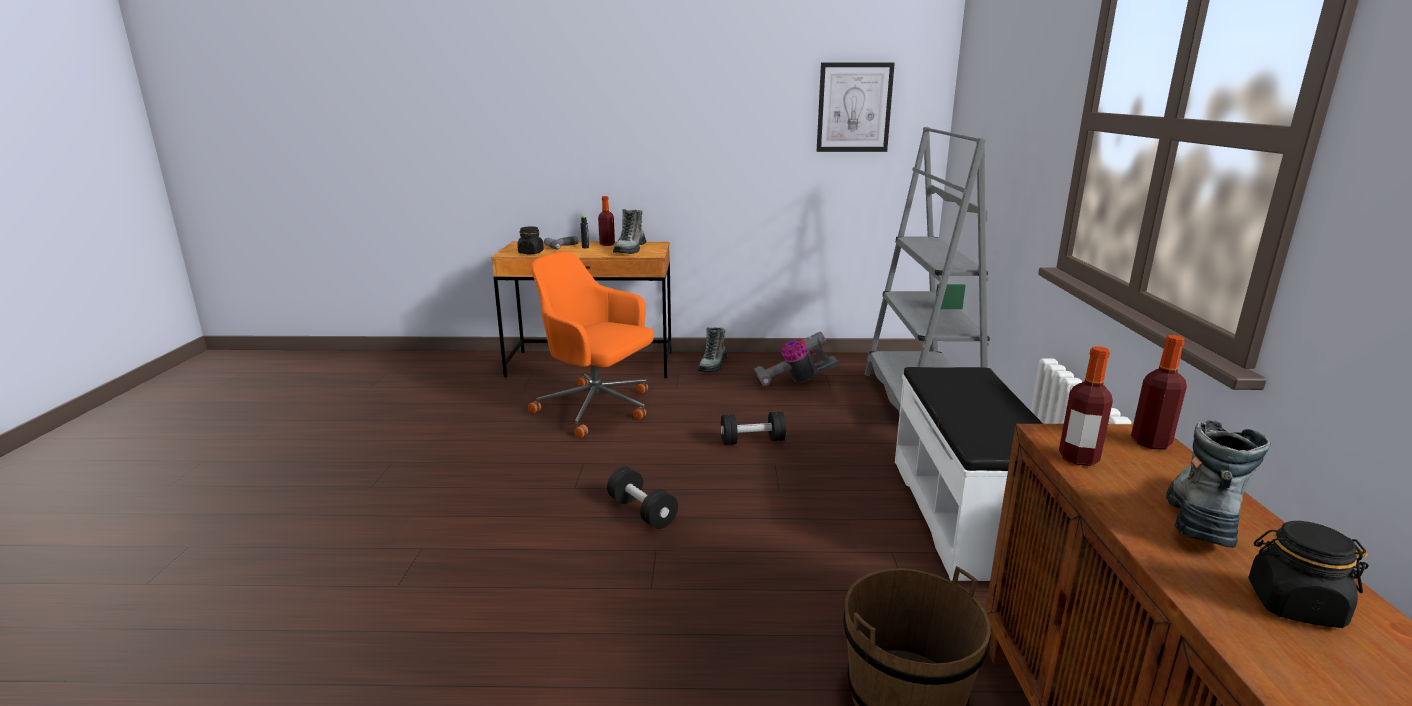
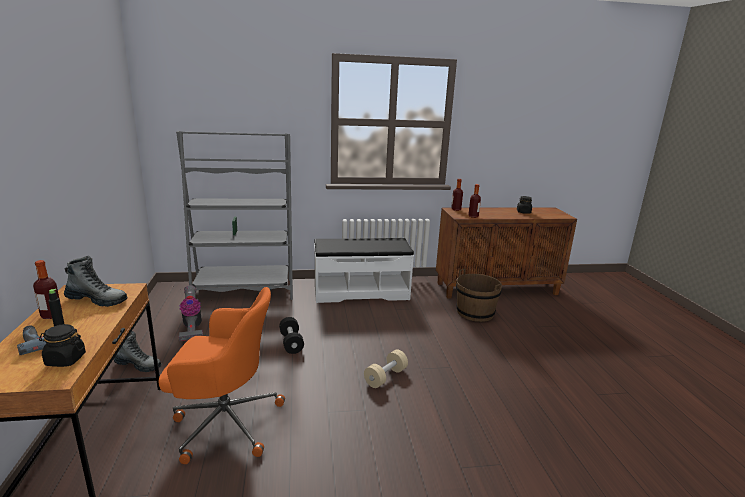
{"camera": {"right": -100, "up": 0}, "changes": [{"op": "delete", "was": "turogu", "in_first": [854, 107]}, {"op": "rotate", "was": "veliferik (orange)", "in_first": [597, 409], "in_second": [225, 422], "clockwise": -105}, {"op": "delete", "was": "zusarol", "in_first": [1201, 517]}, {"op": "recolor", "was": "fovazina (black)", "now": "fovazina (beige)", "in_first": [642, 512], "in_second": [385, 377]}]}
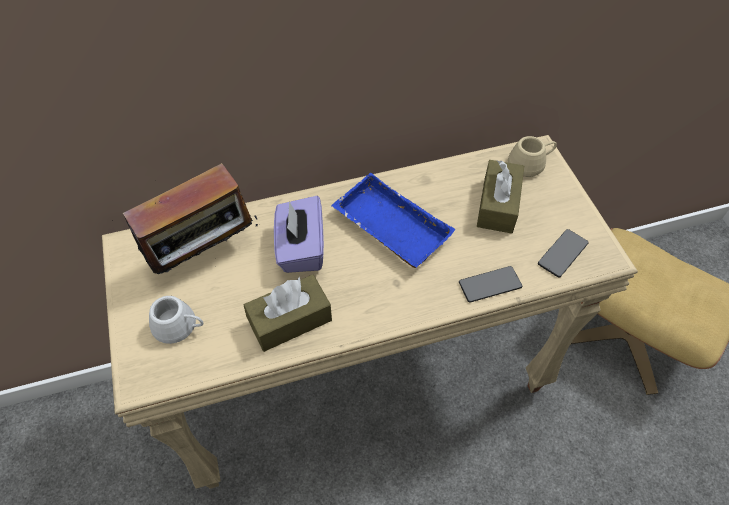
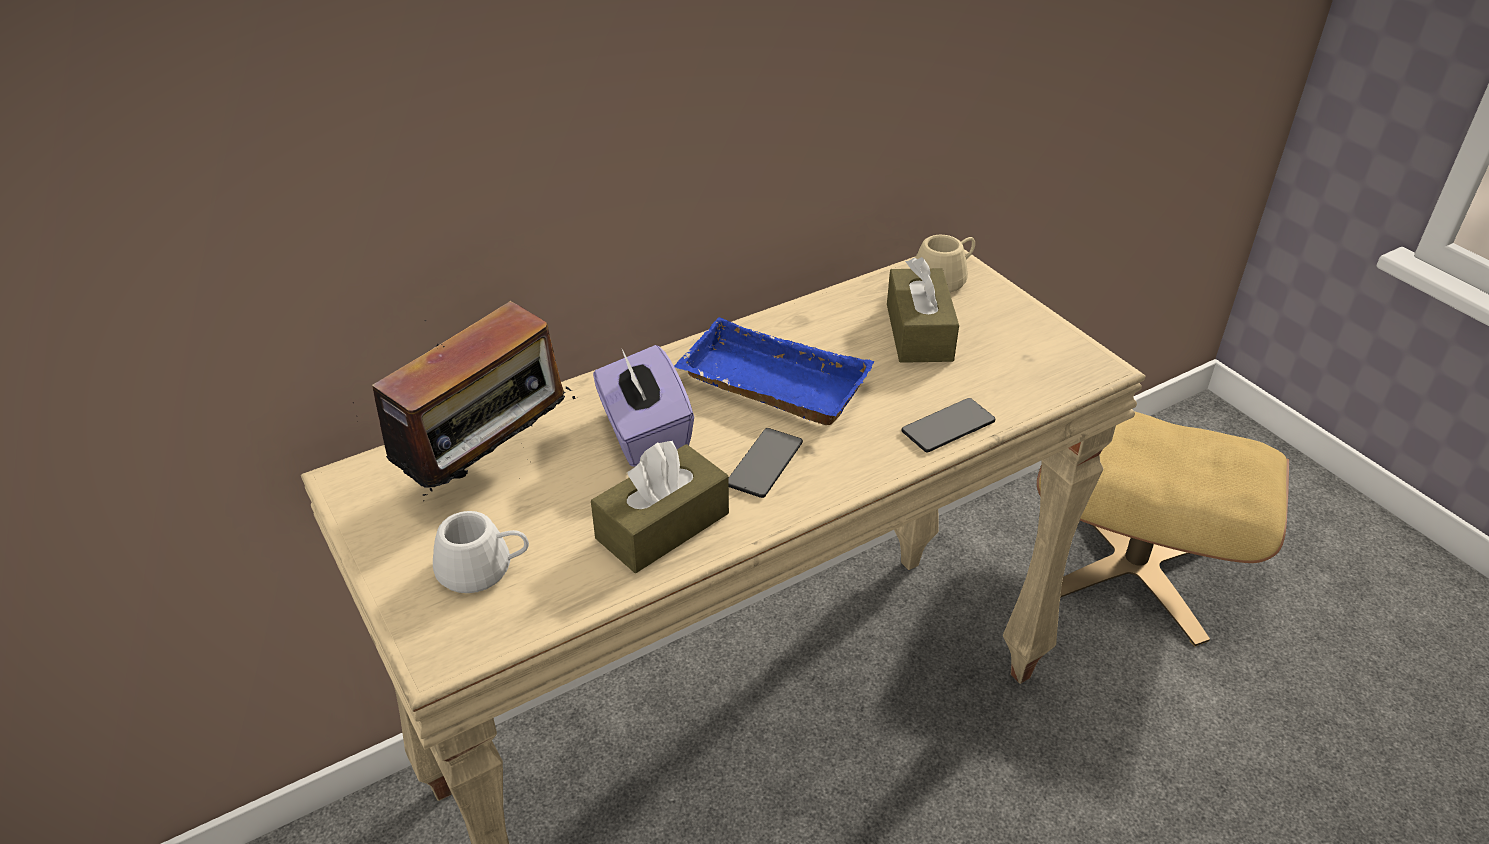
{"camera": {"right": -15, "up": -15}, "changes": [{"op": "move", "was": "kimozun", "in_first": [562, 253], "in_second": [764, 464]}]}
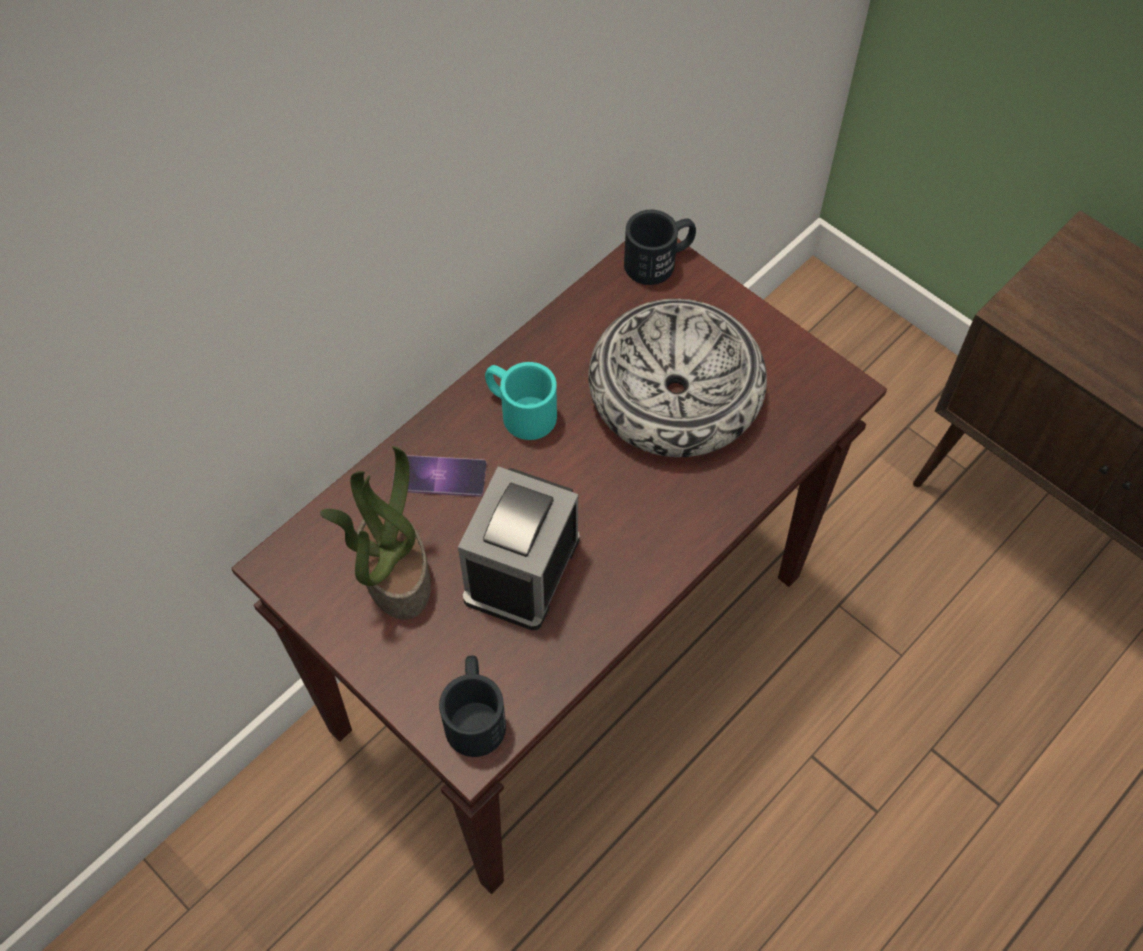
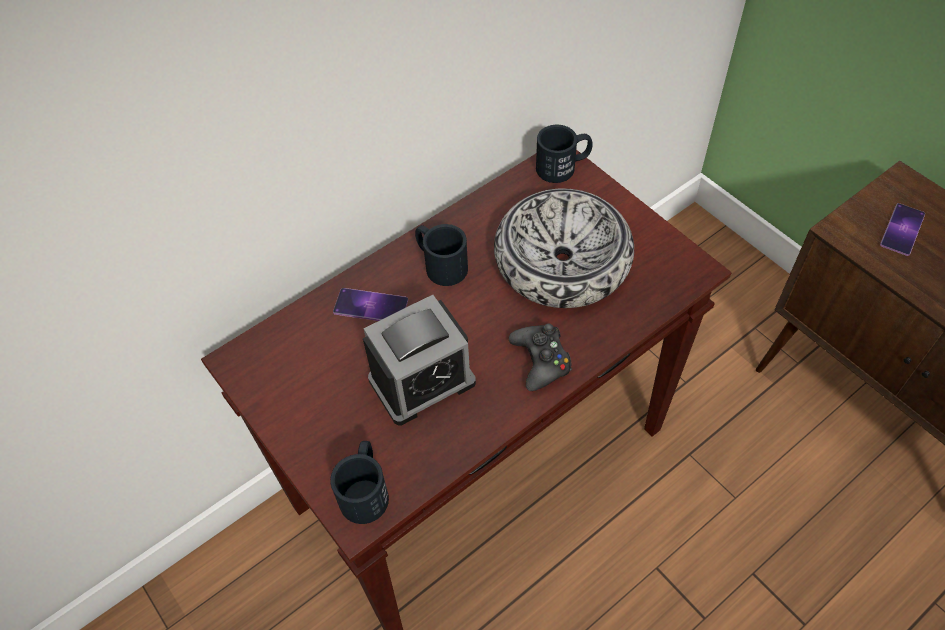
{"camera": {"right": 10, "up": -5}, "changes": [{"op": "recolor", "was": "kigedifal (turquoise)", "now": "kigedifal (black)", "in_first": [519, 410], "in_second": [440, 264]}, {"op": "delete", "was": "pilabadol", "in_first": [394, 574]}, {"op": "rotate", "was": "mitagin", "in_first": [522, 569], "in_second": [422, 381], "clockwise": -150}, {"op": "insert", "now": "kimozun", "in_second": [902, 229]}, {"op": "insert", "now": "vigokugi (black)", "in_second": [541, 360]}]}
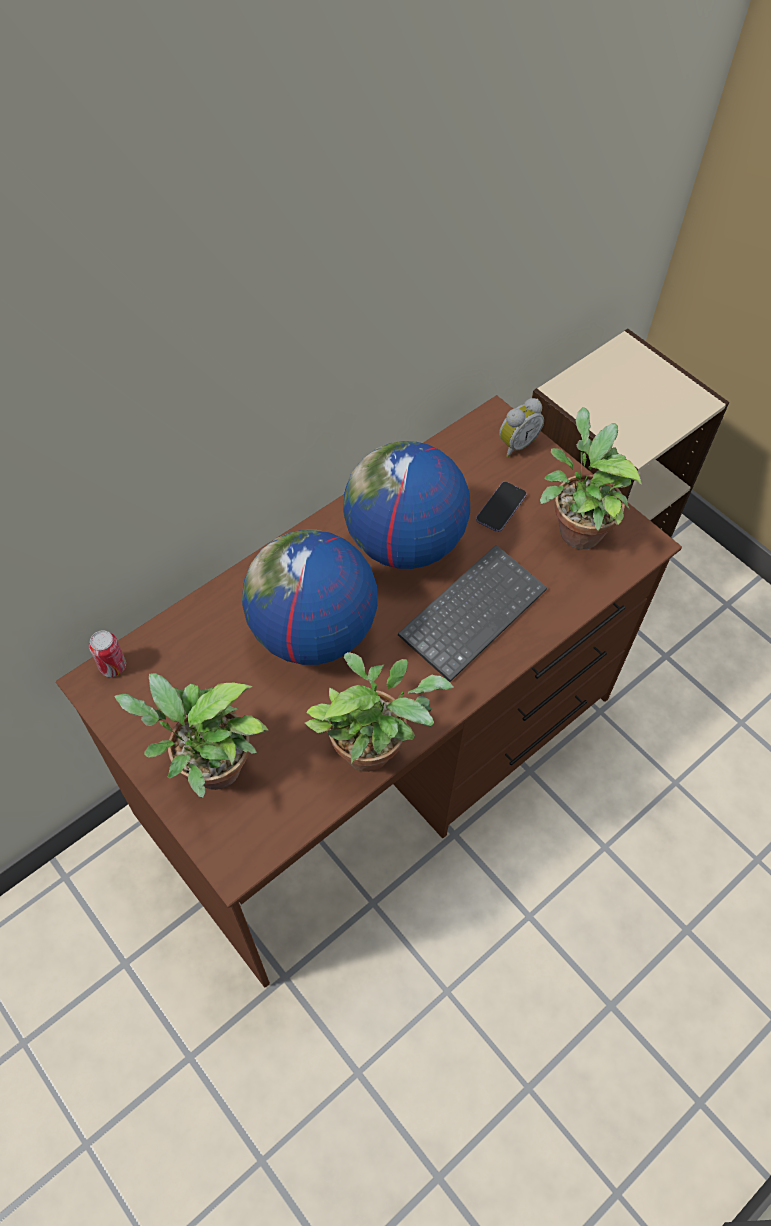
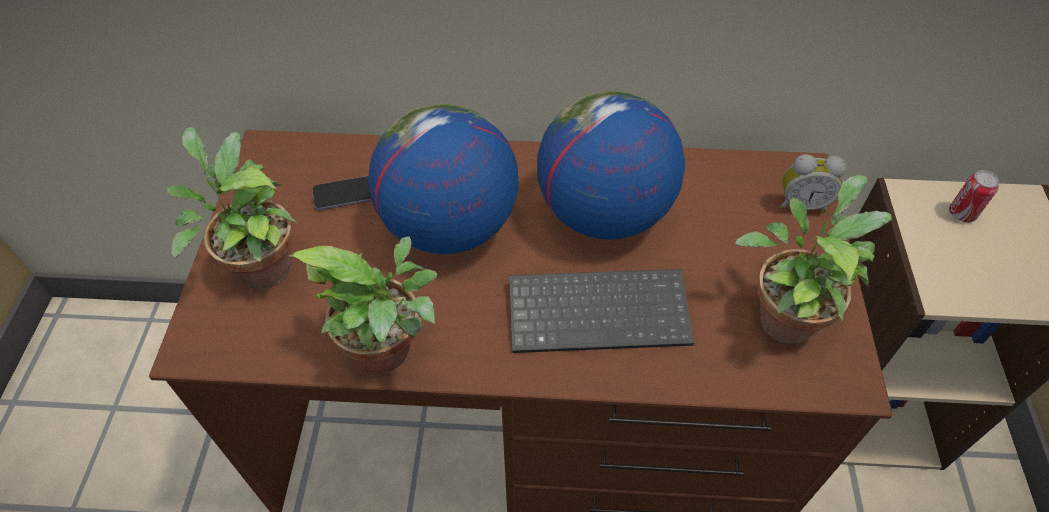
{"camera": {"right": 45, "up": -5}, "changes": [{"op": "move", "was": "kimozun", "in_first": [501, 508], "in_second": [348, 194]}, {"op": "move", "was": "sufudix", "in_first": [113, 666], "in_second": [961, 214]}]}
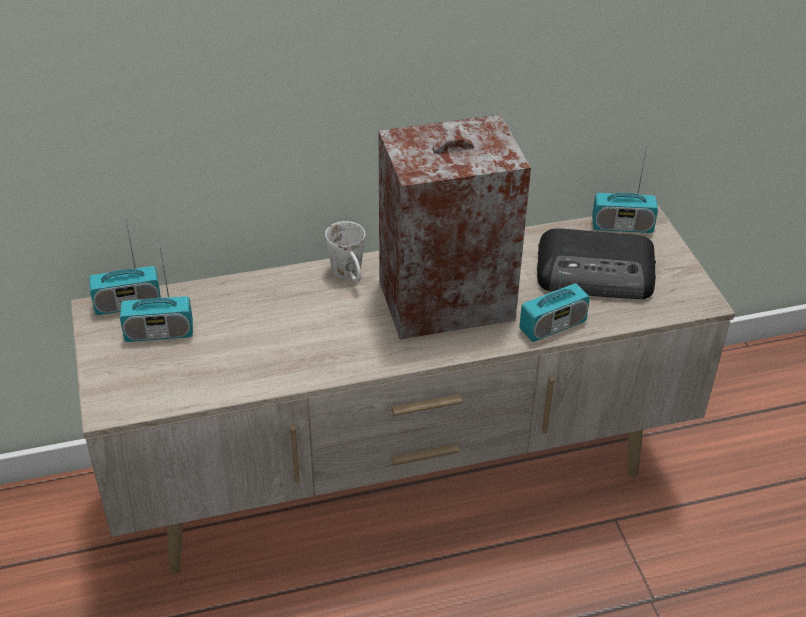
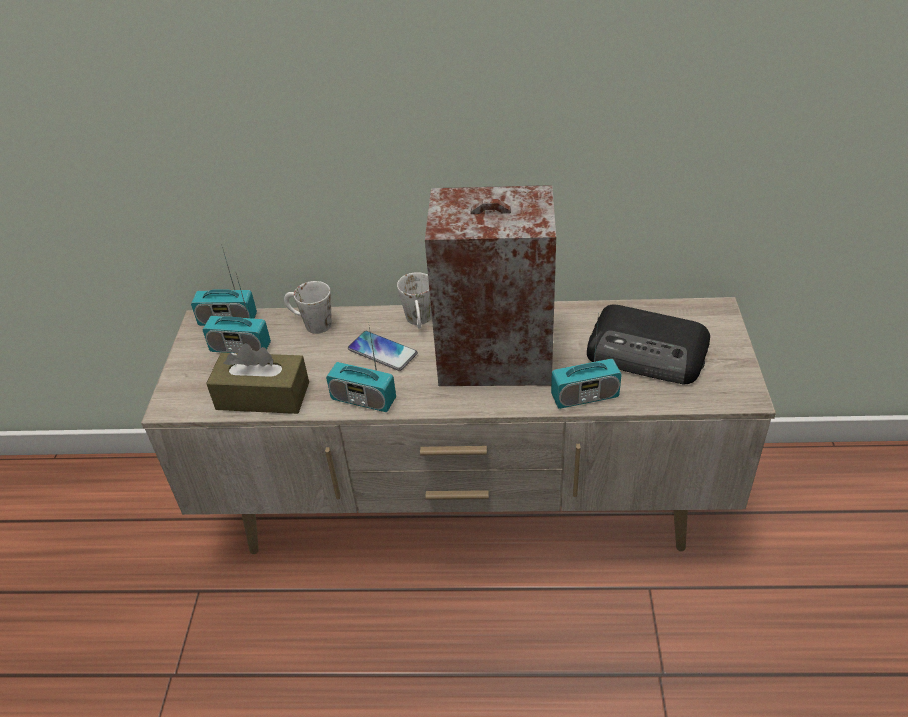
{"camera": {"right": 20, "up": 0}, "changes": [{"op": "move", "was": "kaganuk", "in_first": [622, 226], "in_second": [363, 399]}, {"op": "insert", "now": "kigedifal (white)", "in_second": [310, 324]}, {"op": "insert", "now": "kimozun", "in_second": [382, 351]}, {"op": "insert", "now": "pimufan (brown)", "in_second": [263, 396]}]}
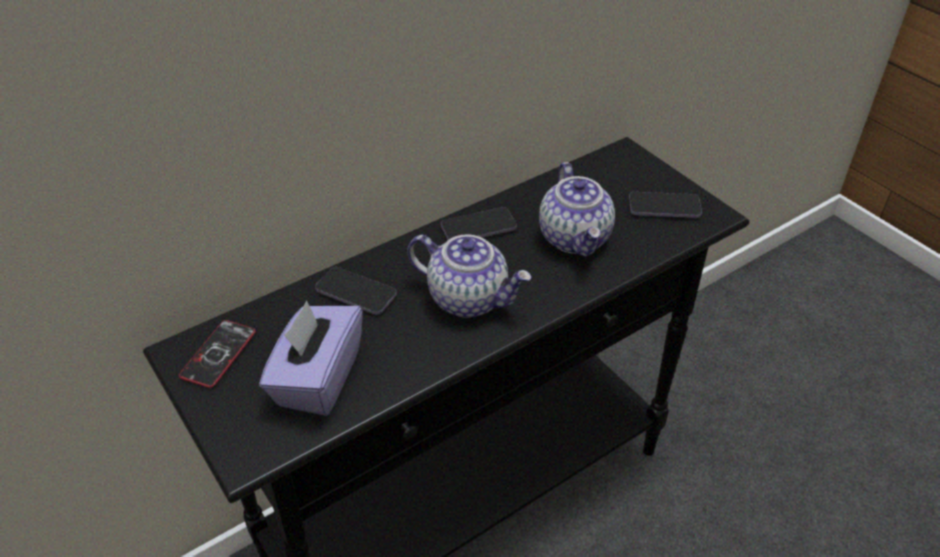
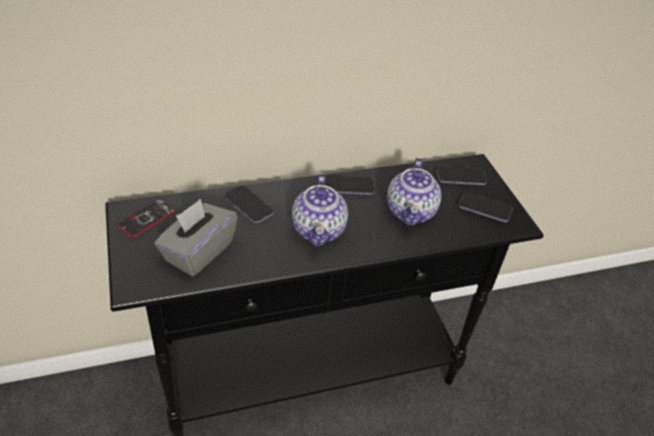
{"camera": {"right": 15, "up": 0}, "changes": [{"op": "rotate", "was": "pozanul", "in_first": [469, 298], "in_second": [319, 230], "clockwise": 45}, {"op": "recolor", "was": "pimufan (purple)", "now": "pimufan (grey)", "in_first": [317, 379], "in_second": [198, 252]}, {"op": "insert", "now": "kimozun", "in_second": [461, 177]}]}
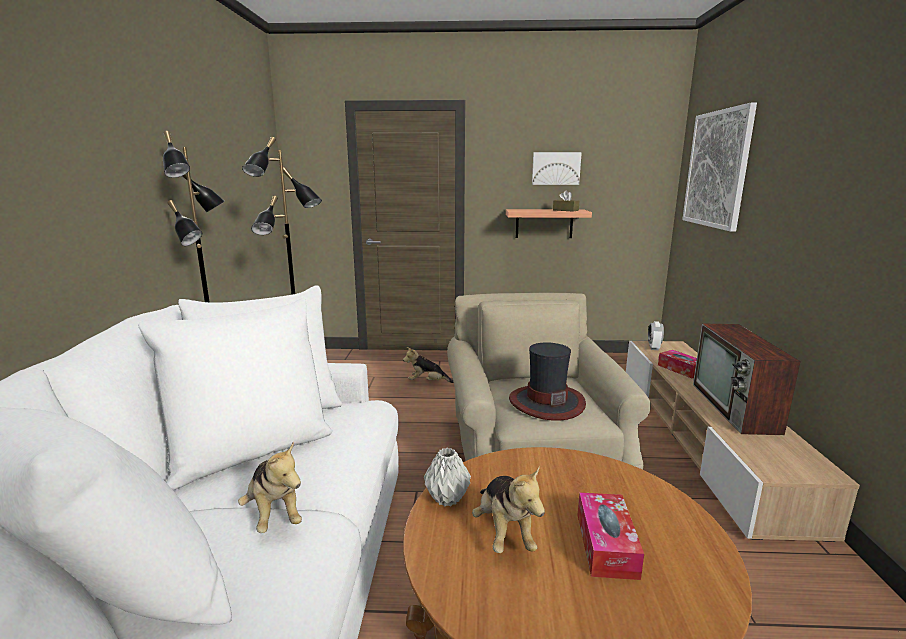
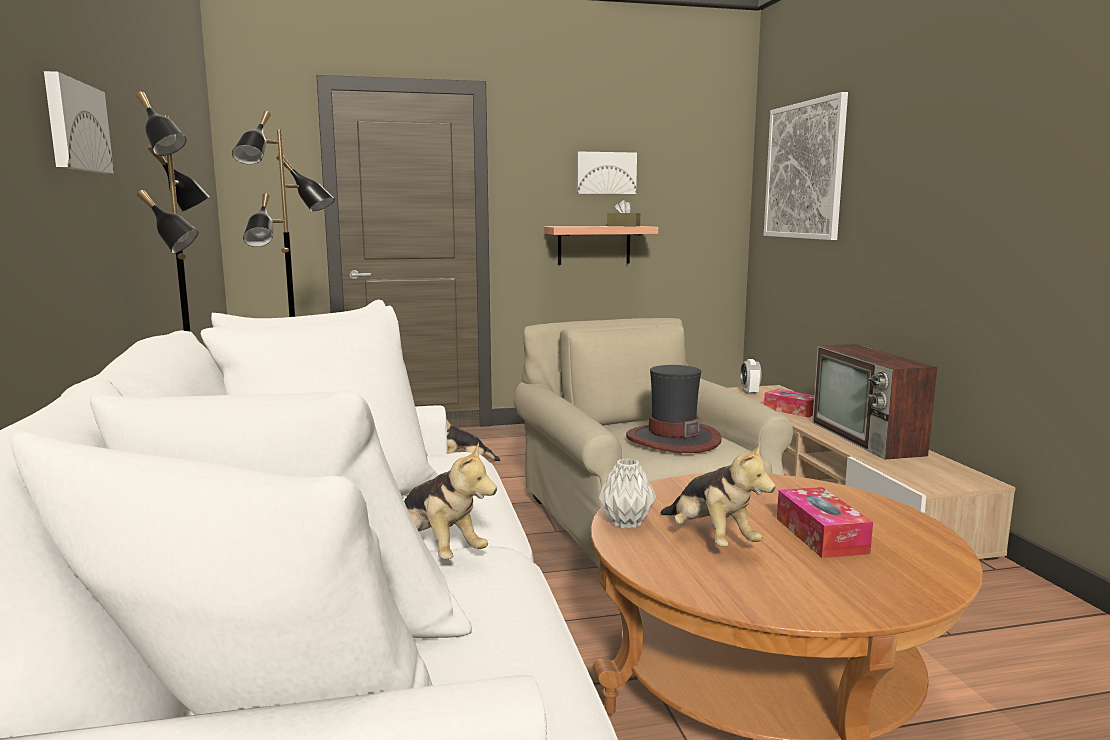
{"camera": {"right": -15, "up": -5}, "changes": [{"op": "insert", "now": "turogu", "in_second": [74, 126]}]}
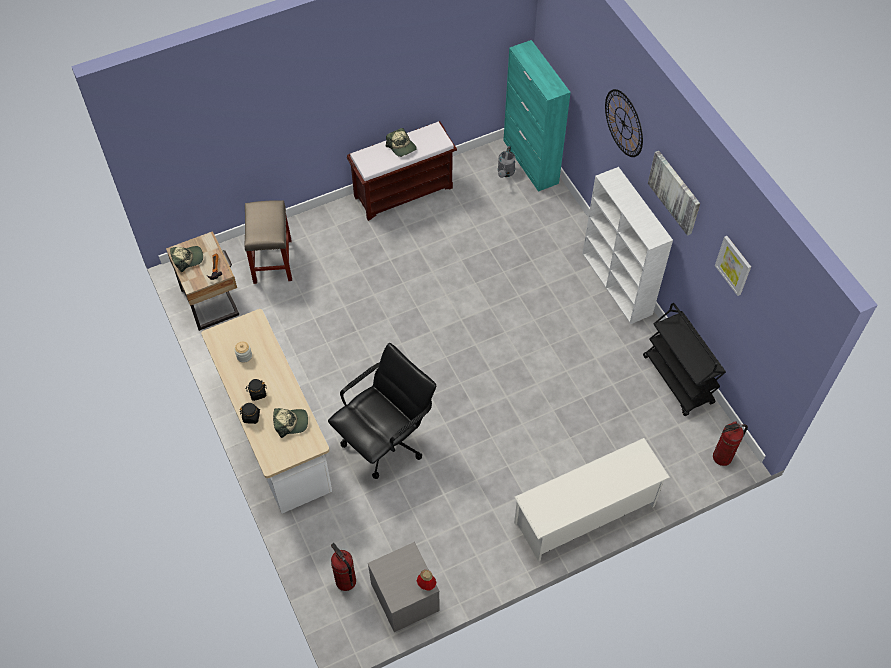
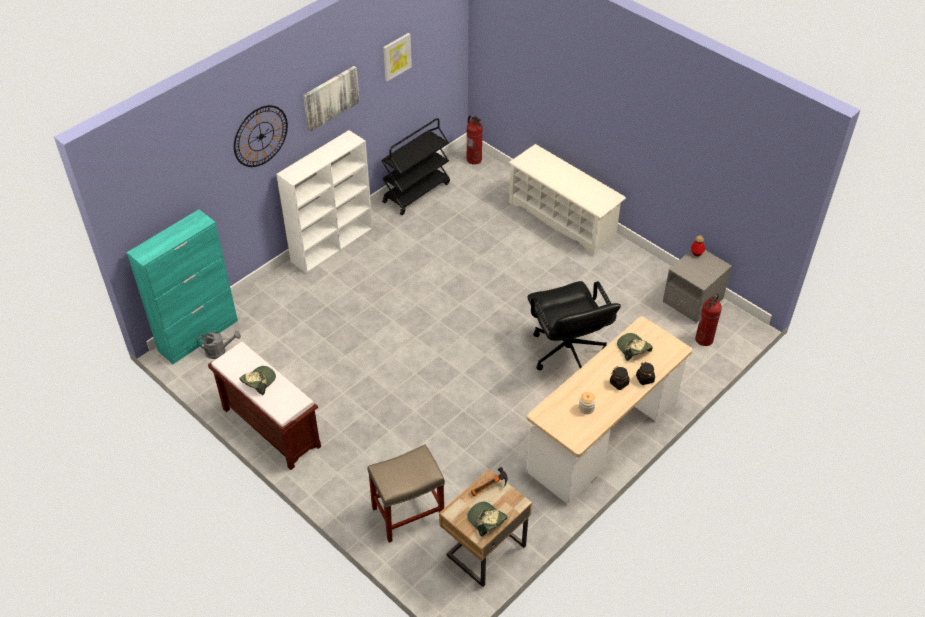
{"camera": {"right": -110, "up": -10}, "changes": [{"op": "rotate", "was": "veliferik (black)", "in_first": [385, 441], "in_second": [567, 353], "clockwise": -135}]}
